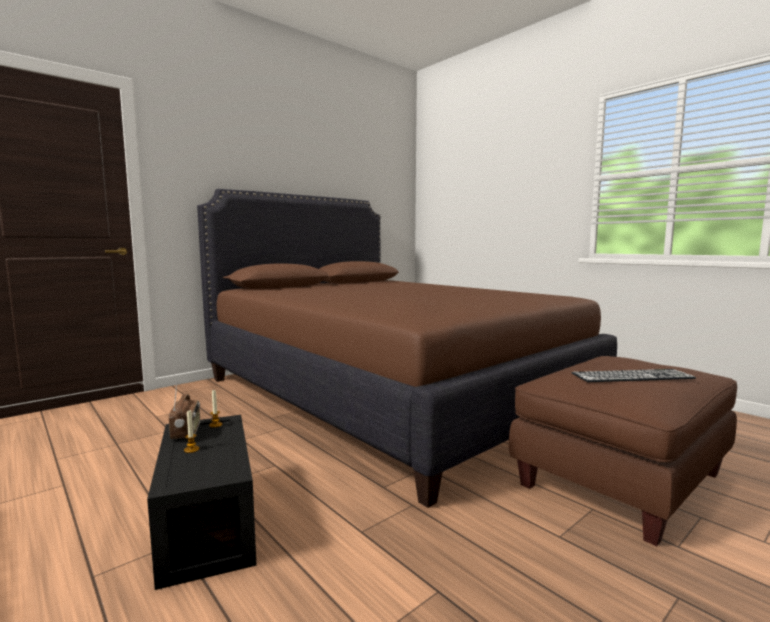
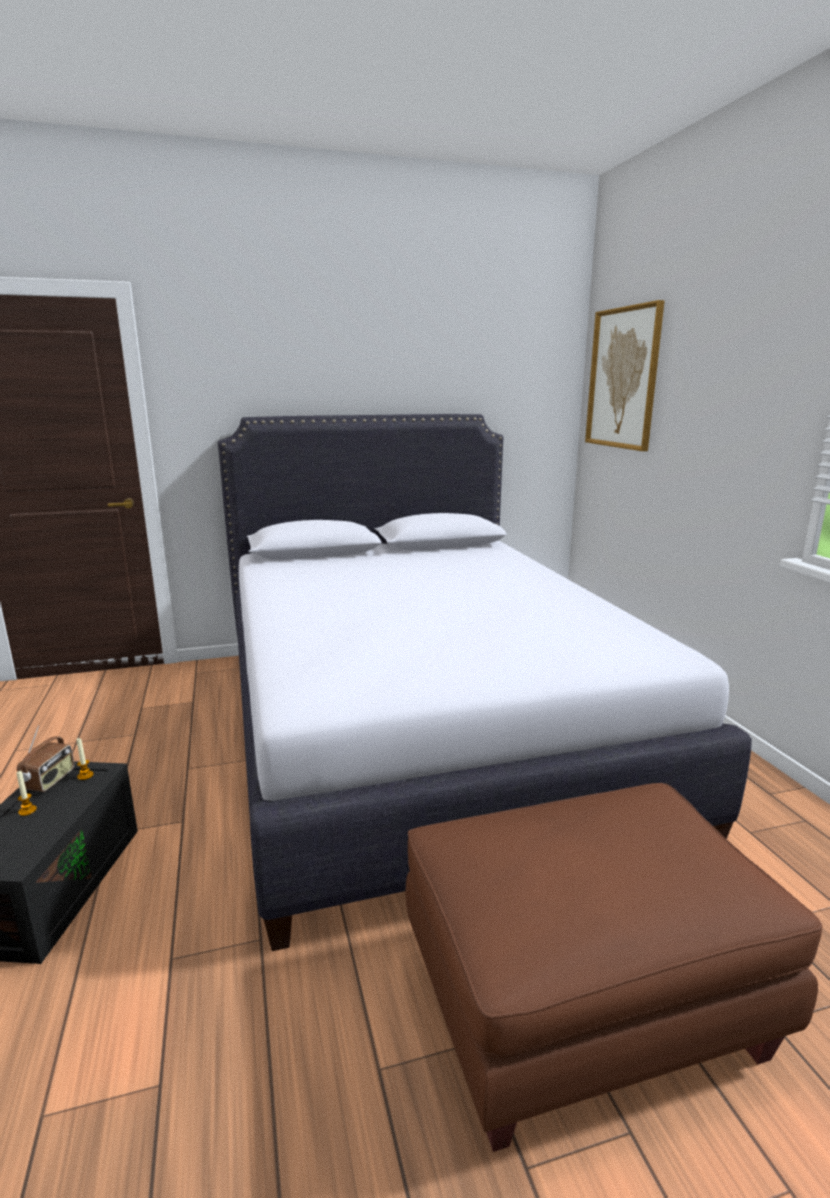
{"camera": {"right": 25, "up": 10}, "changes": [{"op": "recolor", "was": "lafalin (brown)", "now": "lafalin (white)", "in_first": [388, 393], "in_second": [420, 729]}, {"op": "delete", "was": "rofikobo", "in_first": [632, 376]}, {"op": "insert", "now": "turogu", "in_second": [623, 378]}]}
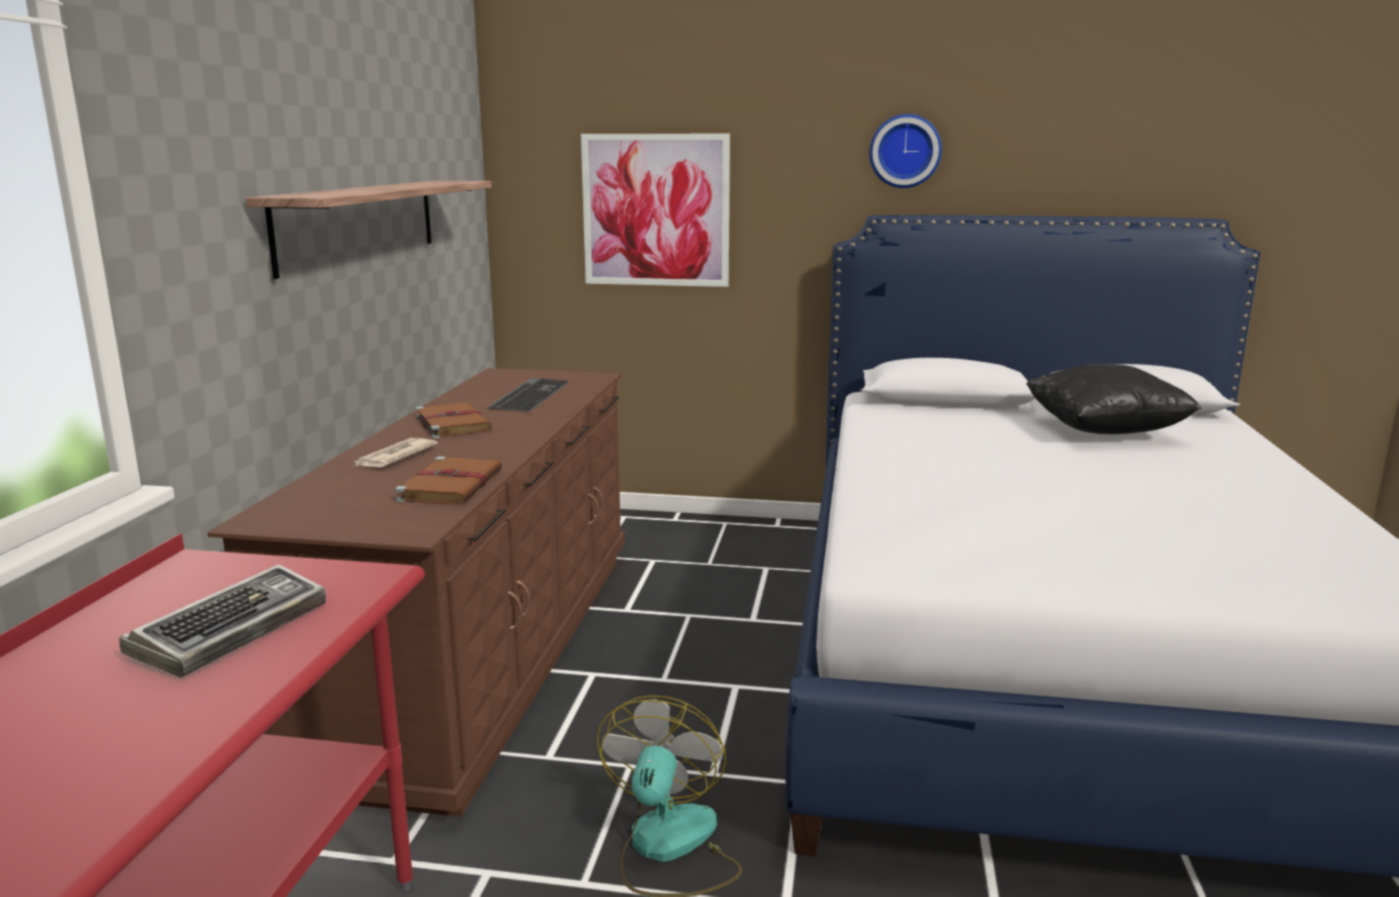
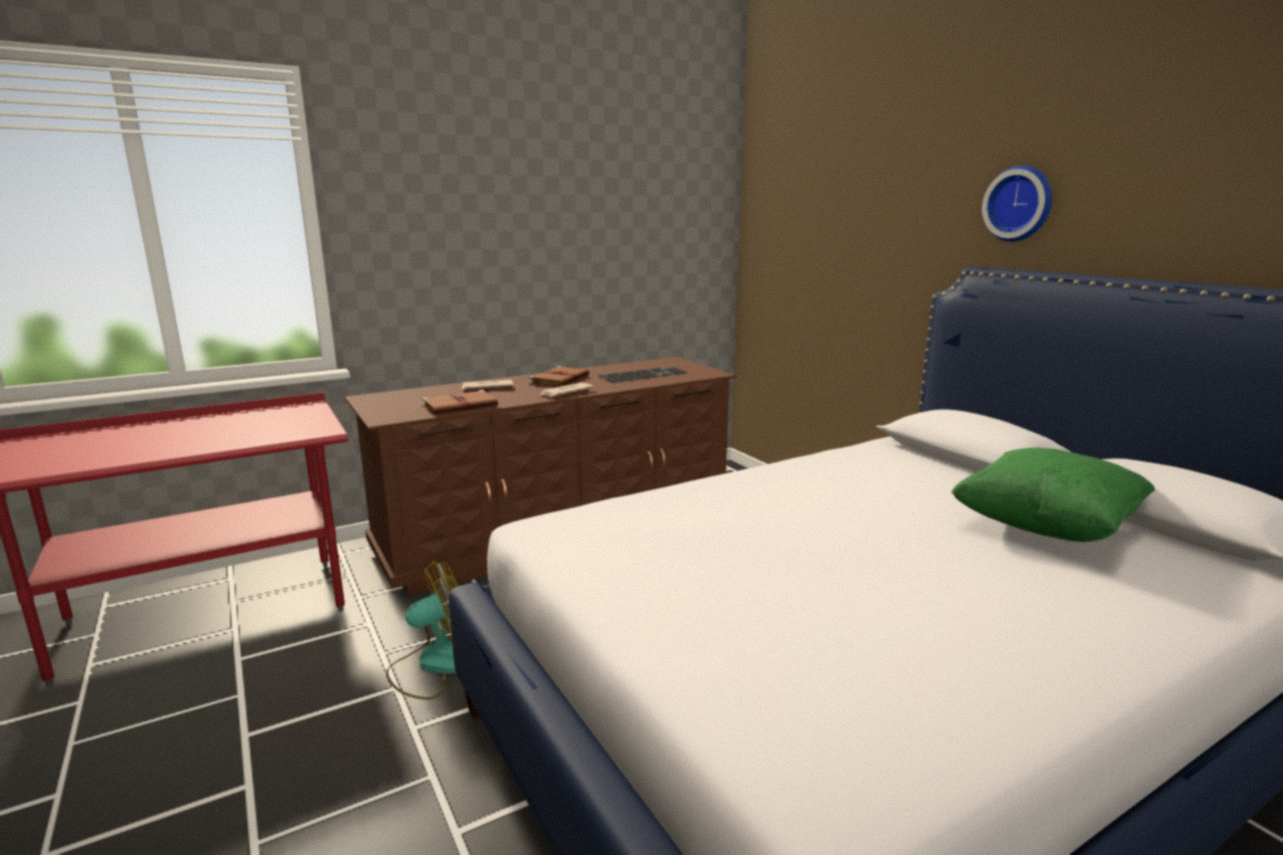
{"camera": {"right": 50, "up": 0}, "changes": [{"op": "delete", "was": "turogu", "in_first": [655, 210]}, {"op": "delete", "was": "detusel", "in_first": [359, 223]}, {"op": "recolor", "was": "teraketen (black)", "now": "teraketen (green)", "in_first": [1105, 431], "in_second": [1045, 528]}, {"op": "delete", "was": "rofikobo", "in_first": [232, 630]}, {"op": "insert", "now": "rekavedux", "in_second": [565, 392]}]}
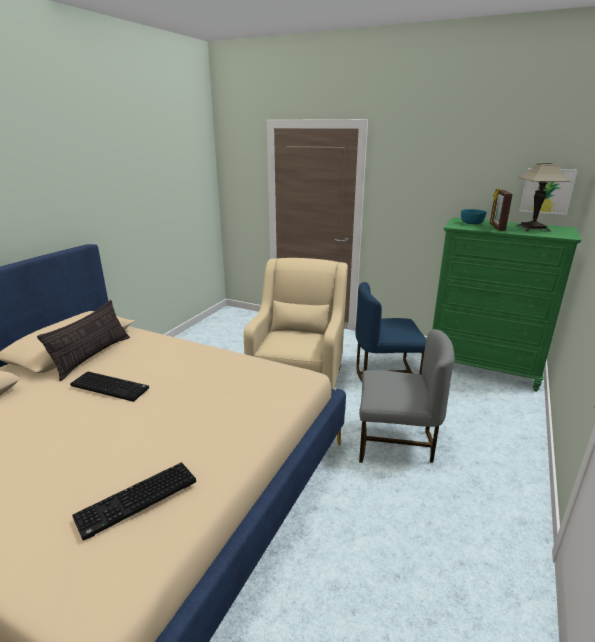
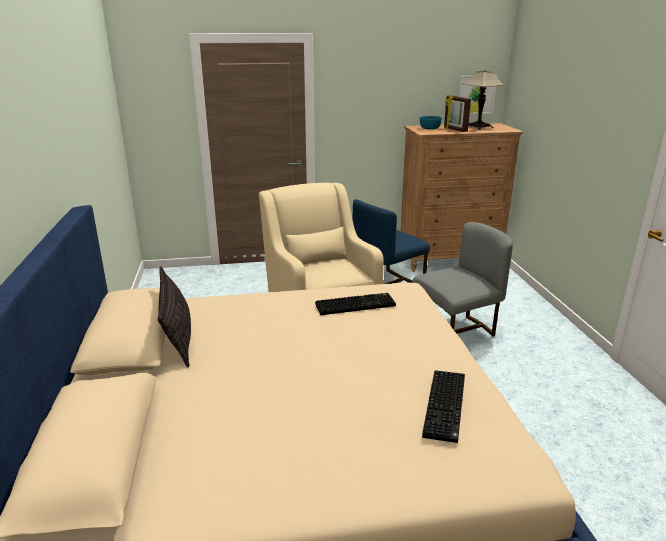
{"camera": {"right": -35, "up": 0}, "changes": [{"op": "recolor", "was": "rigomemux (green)", "now": "rigomemux (brown)", "in_first": [482, 368], "in_second": [450, 260]}, {"op": "move", "was": "rofikobo", "in_first": [111, 387], "in_second": [355, 304]}]}
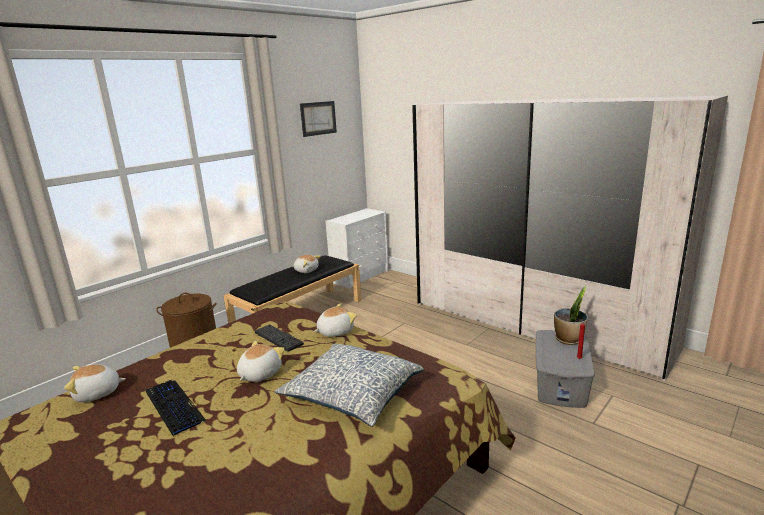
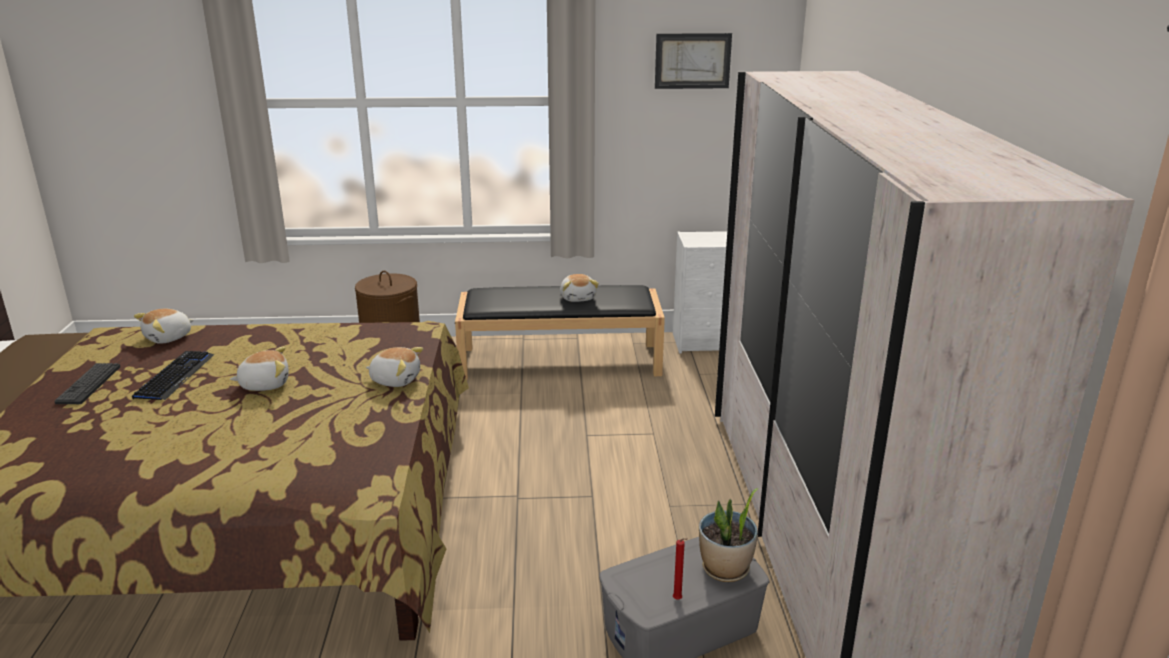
{"camera": {"right": 45, "up": 5}, "changes": [{"op": "move", "was": "rofikobo", "in_first": [278, 338], "in_second": [89, 384]}, {"op": "delete", "was": "teraketen", "in_first": [352, 395]}, {"op": "rotate", "was": "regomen", "in_first": [97, 393], "in_second": [169, 338], "clockwise": -75}]}
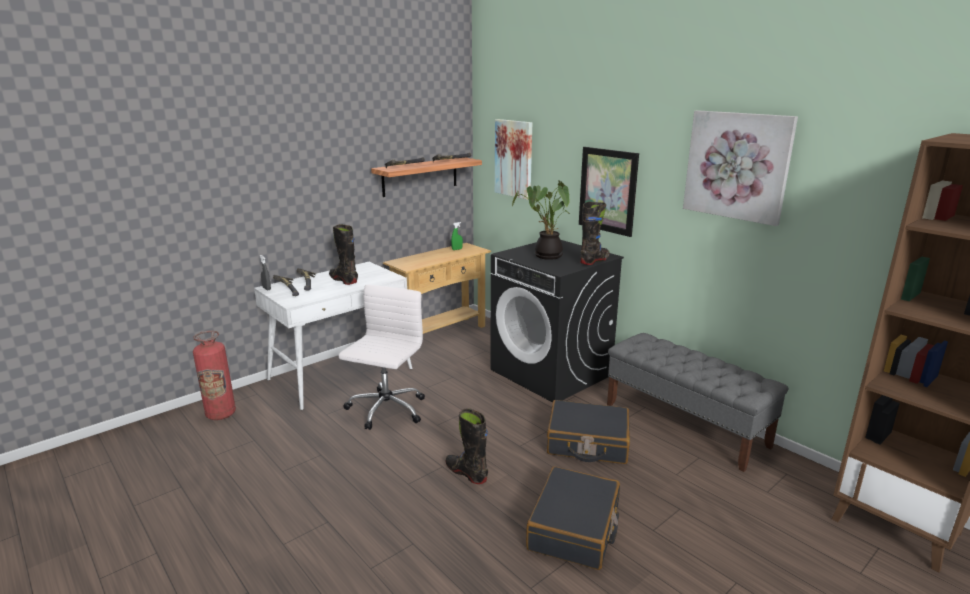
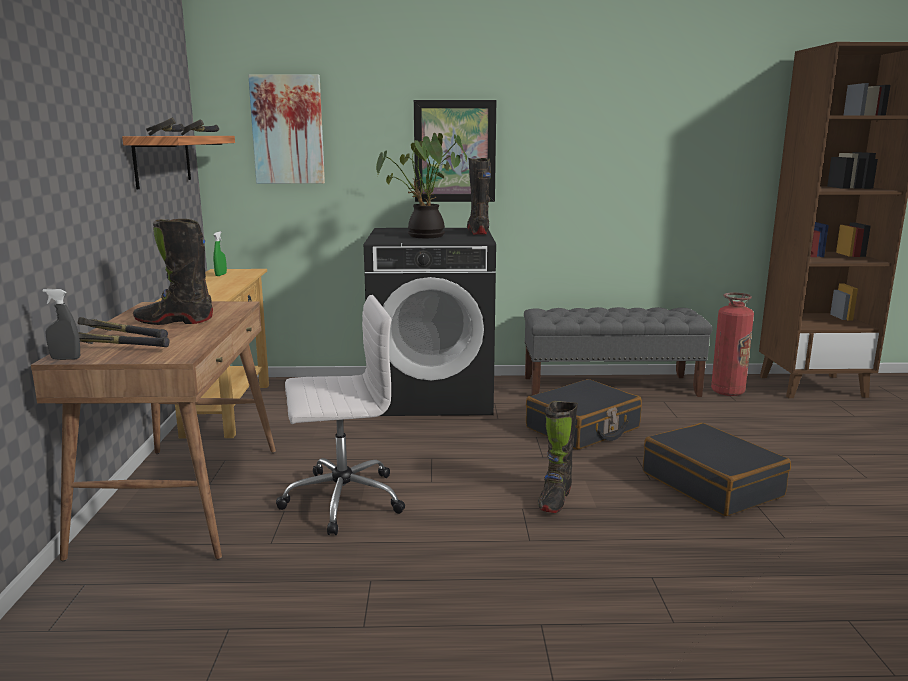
{"camera": {"right": -50, "up": -5}, "changes": [{"op": "delete", "was": "turogu", "in_first": [737, 166]}, {"op": "recolor", "was": "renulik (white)", "now": "renulik (brown)", "in_first": [341, 374], "in_second": [183, 498]}, {"op": "rotate", "was": "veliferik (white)", "in_first": [385, 410], "in_second": [341, 499], "clockwise": 105}, {"op": "move", "was": "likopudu", "in_first": [221, 414], "in_second": [727, 391]}, {"op": "rotate", "was": "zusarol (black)", "in_first": [466, 473], "in_second": [554, 500], "clockwise": -60}]}
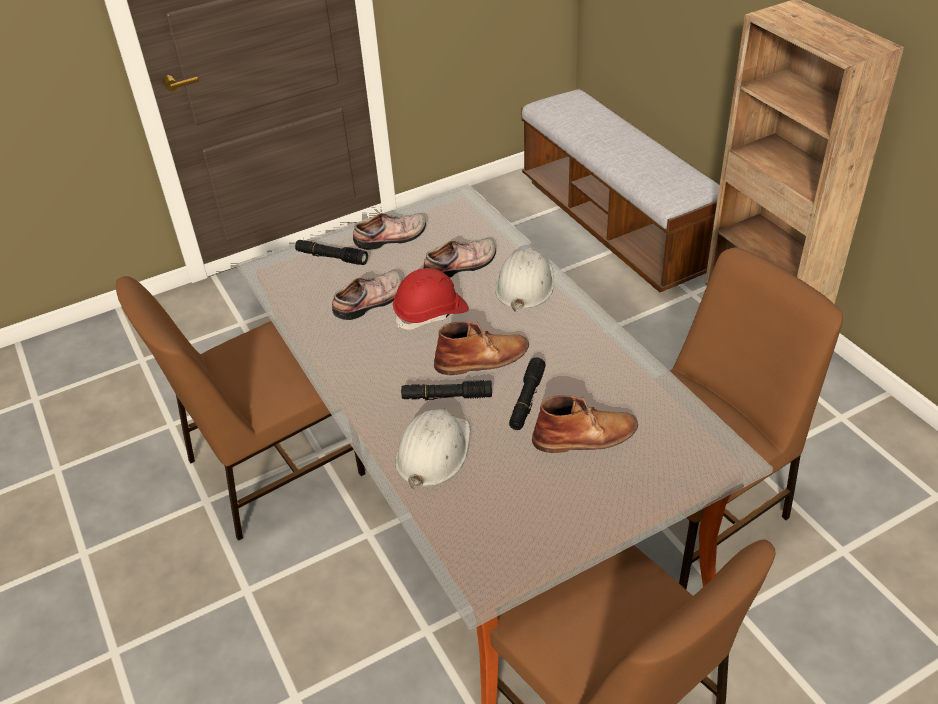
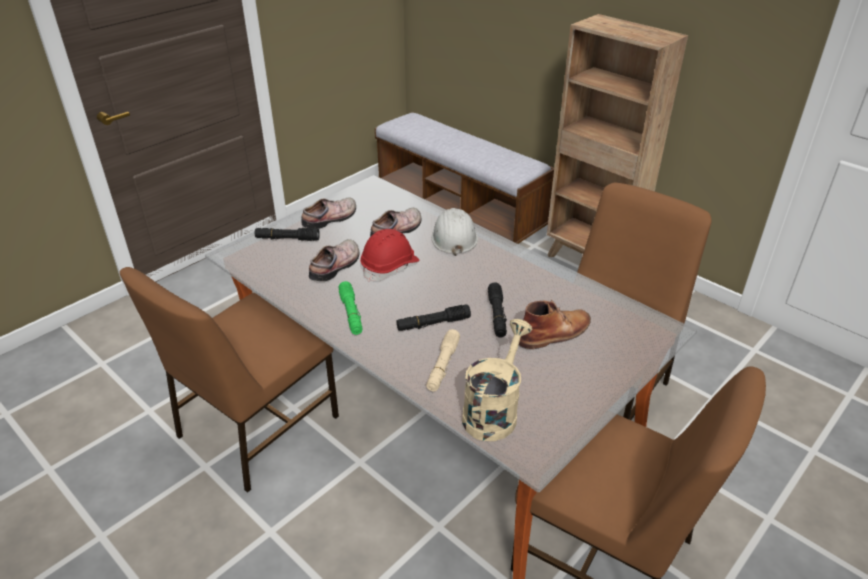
{"camera": {"right": -20, "up": -5}, "changes": [{"op": "delete", "was": "zusarol (brown)", "in_first": [483, 358]}, {"op": "replace", "was": "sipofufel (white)", "now": "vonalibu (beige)", "in_first": [433, 452], "in_second": [443, 365]}, {"op": "insert", "now": "vonalibu (green)", "in_second": [351, 313]}, {"op": "insert", "now": "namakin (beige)", "in_second": [493, 411]}]}
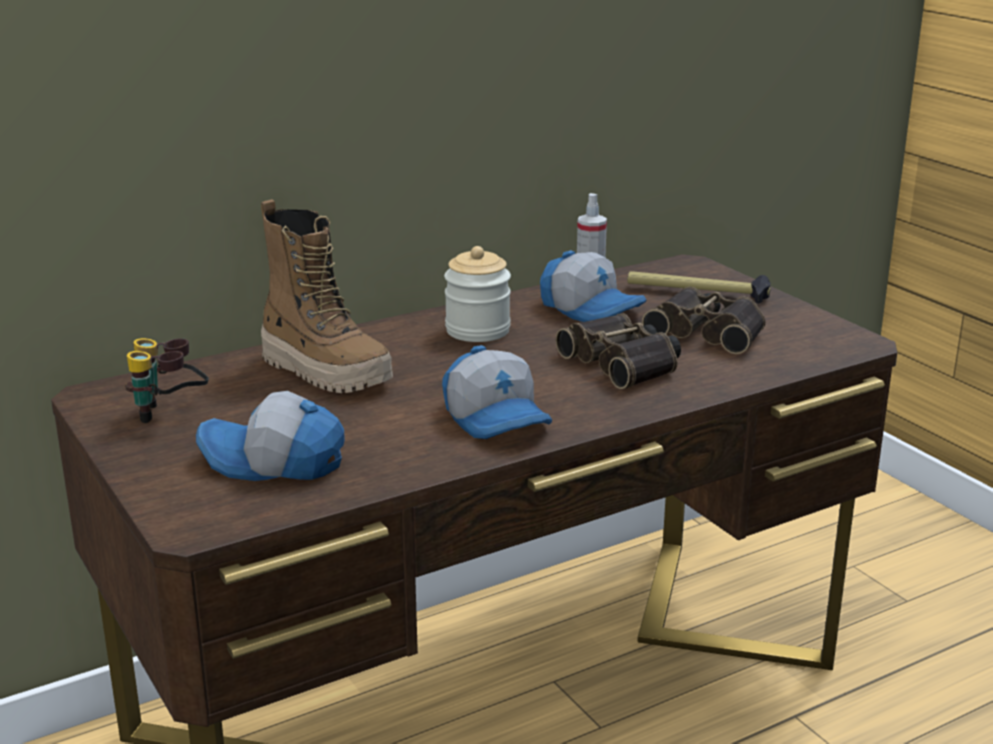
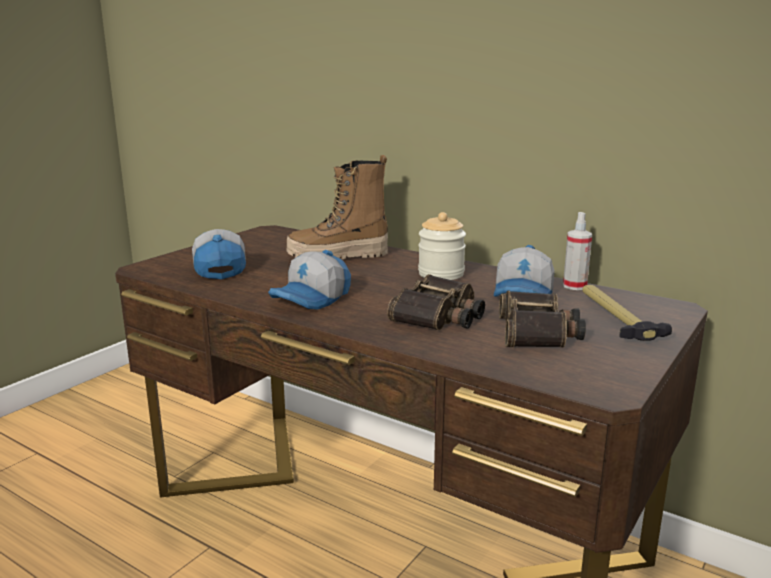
{"camera": {"right": 65, "up": -5}, "changes": [{"op": "rotate", "was": "zusarol", "in_first": [326, 372], "in_second": [338, 256], "clockwise": 60}, {"op": "delete", "was": "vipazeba", "in_first": [170, 414]}]}
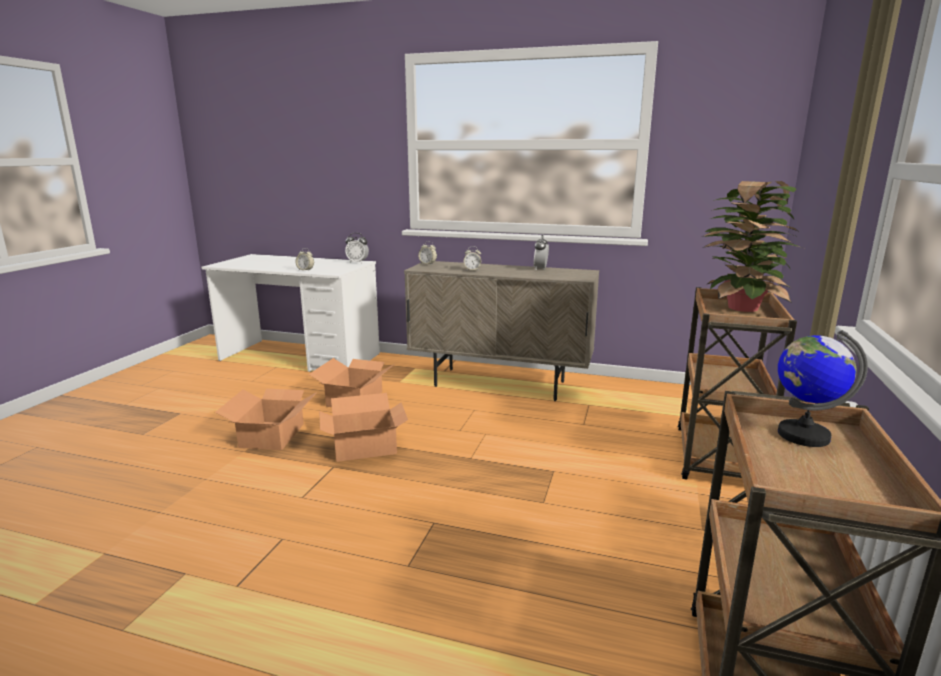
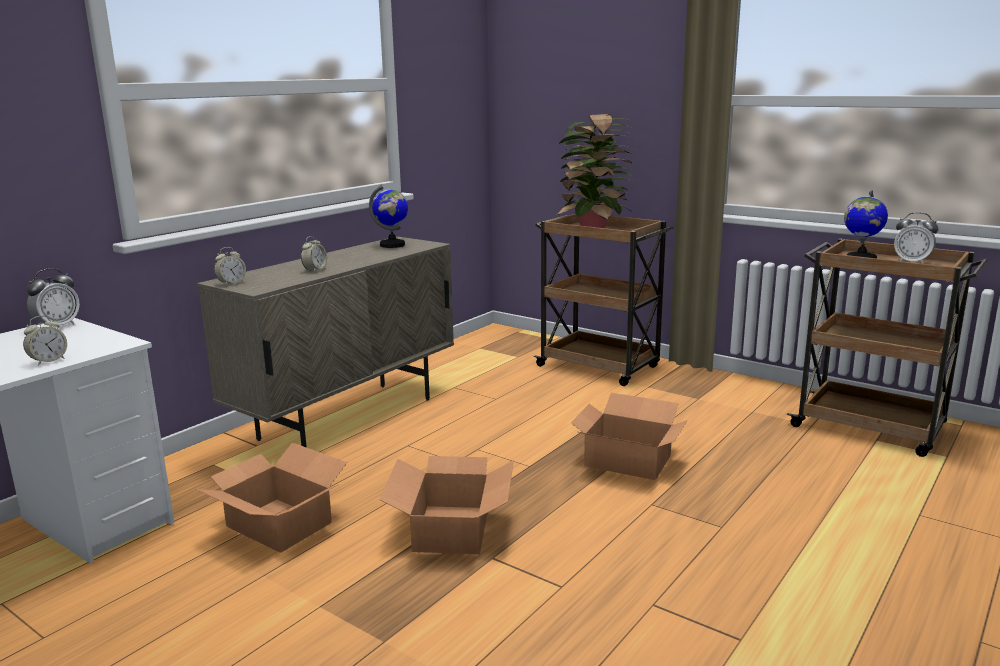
{"camera": {"right": -70, "up": 0}, "changes": [{"op": "move", "was": "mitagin", "in_first": [540, 269], "in_second": [912, 262]}, {"op": "move", "was": "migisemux", "in_first": [273, 435], "in_second": [627, 460]}, {"op": "insert", "now": "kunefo", "in_second": [392, 245]}]}
